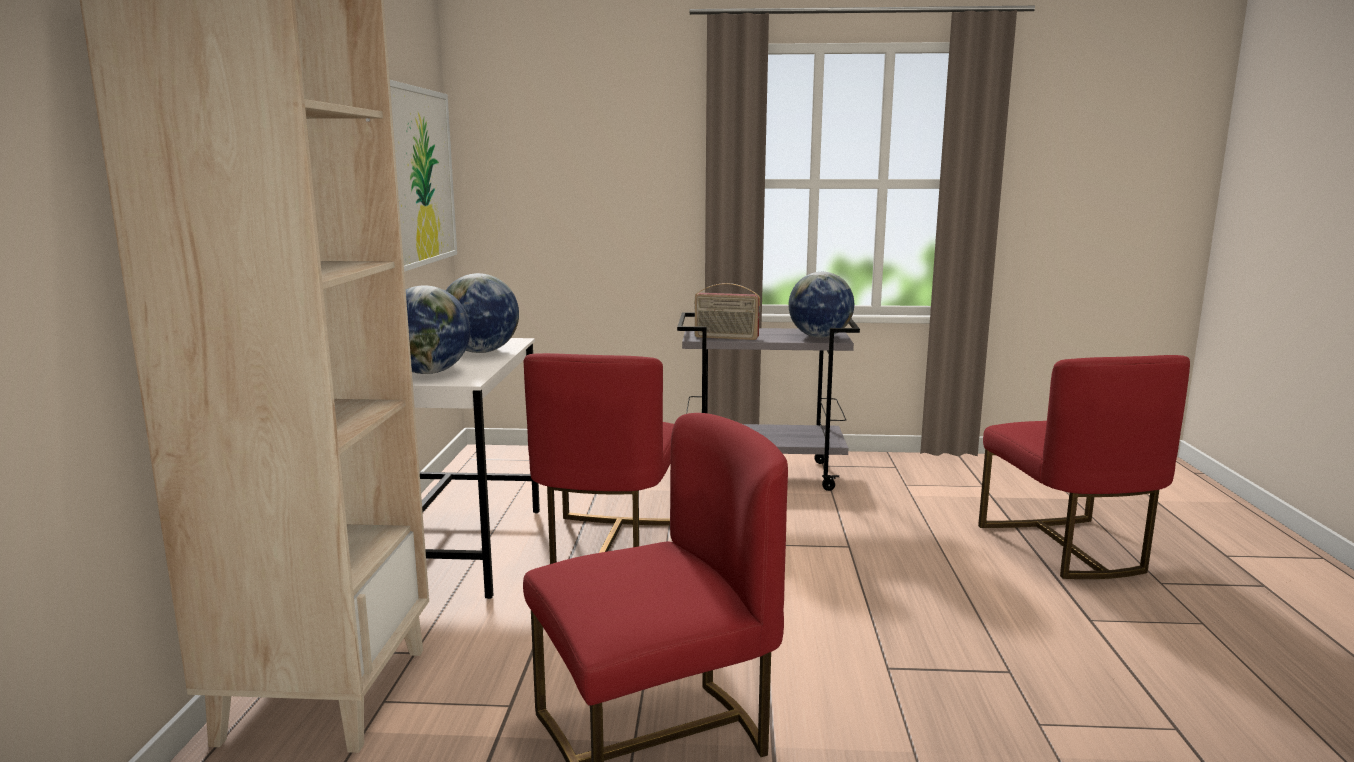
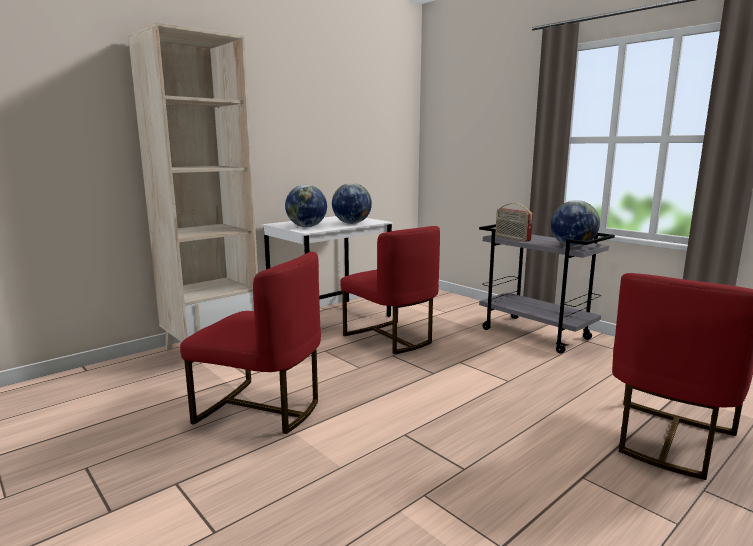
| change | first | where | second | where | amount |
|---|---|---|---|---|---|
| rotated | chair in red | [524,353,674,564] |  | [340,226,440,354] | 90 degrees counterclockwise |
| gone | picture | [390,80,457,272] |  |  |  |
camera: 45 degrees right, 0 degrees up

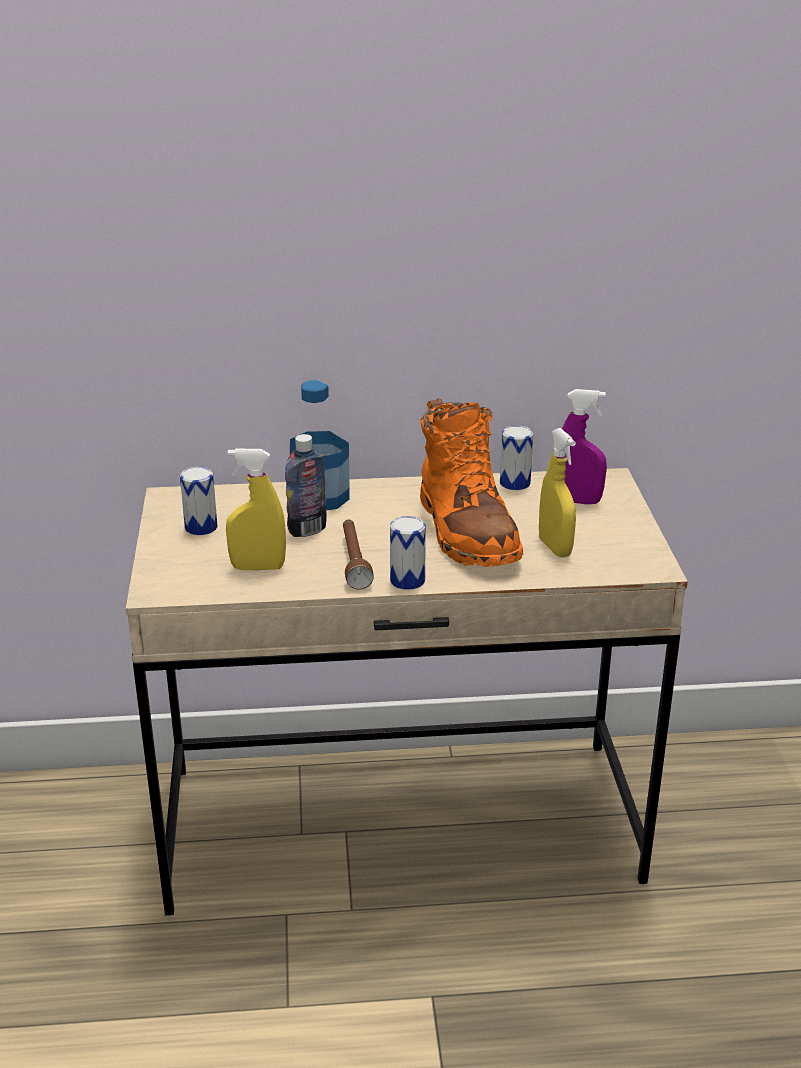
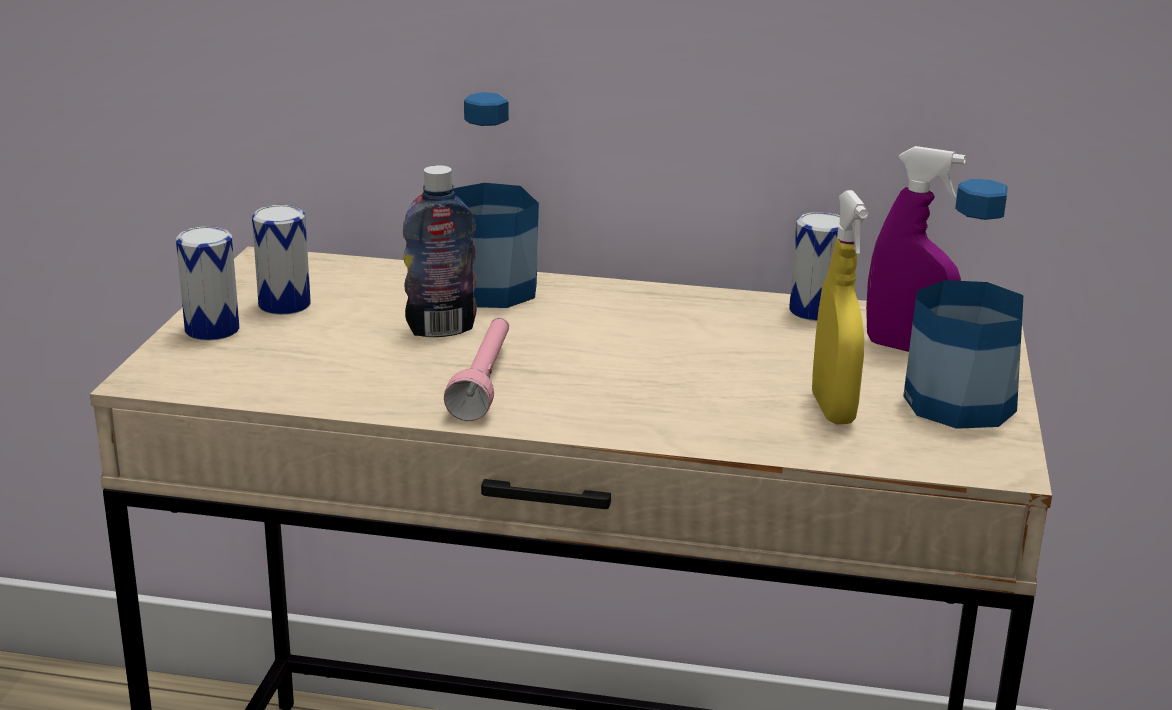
| change | first | where | second | where | amount |
|---|---|---|---|---|---|
| shifted | can | [390,516,426,590] |  | [176,226,239,341] |  |
| repainted | flashlight in brown | [343,520,374,589] | flashlight in pink | [444,317,509,421] |  |
| new |  |  | bottle | [903,179,1024,429] |  |
| gone | spray bottle in yellow | [226,449,286,570] |  |  |  |
| gone | boot in orange | [420,398,523,567] |  |  |  |
camera: 15 degrees right, 5 degrees down

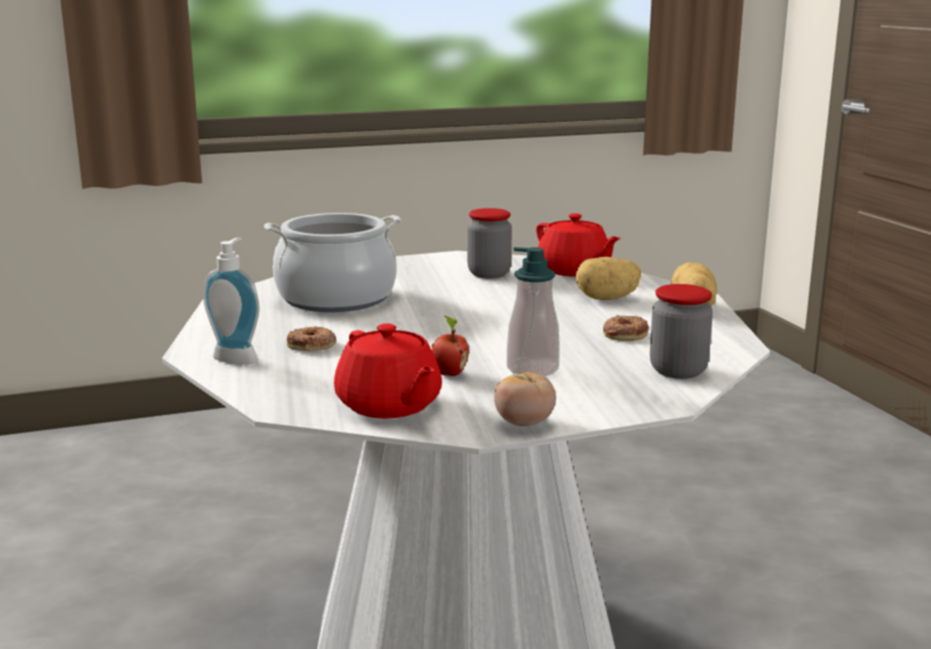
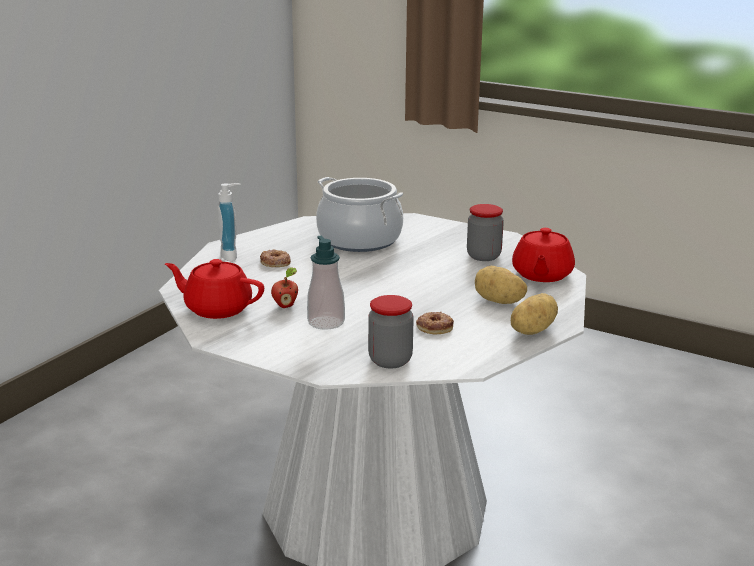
| change | first | where | second | where | amount |
|---|---|---|---|---|---|
| rotated | teapot in red | [334,324,442,419] |  | [165,259,264,319] | 90 degrees clockwise |
| gone | tomato | [494,372,556,426] |  |  |  |
camera: 50 degrees right, 5 degrees up

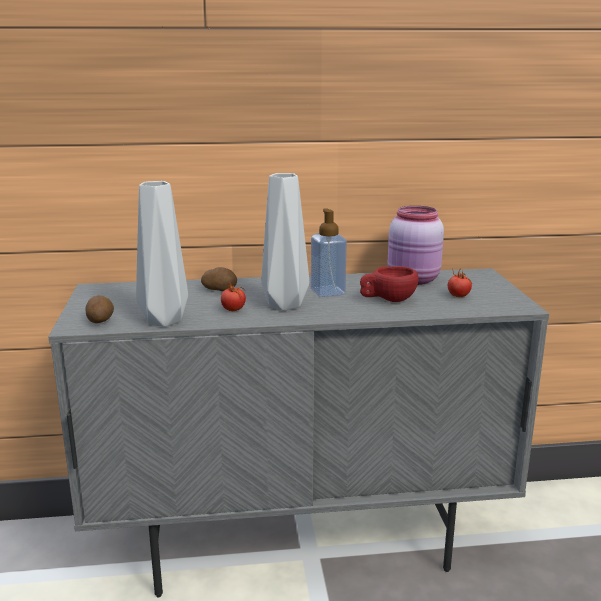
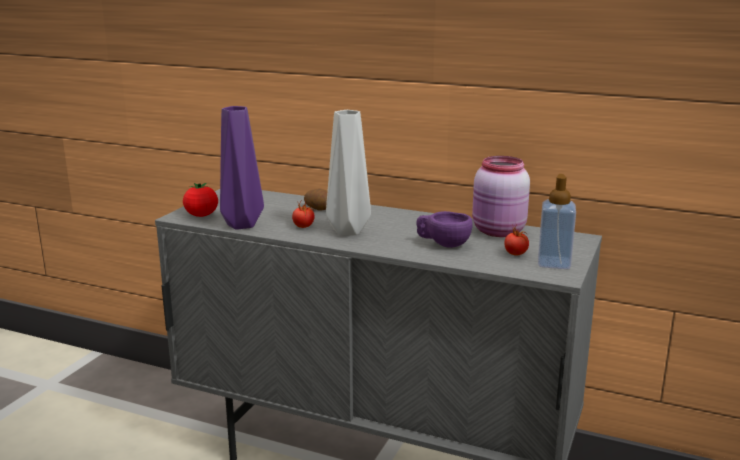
| change | first | where | second | where | amount |
|---|---|---|---|---|---|
| swapped | potato | [85,295,114,323] | tomato | [183,183,218,217] |  |
| repainted | vase in grey | [136,181,188,327] | vase in purple | [220,106,264,230] |  |
| repainted | cup in red | [360,266,419,302] | cup in purple | [416,211,473,248] |  |
| shifted | soap dispenser | [311,208,347,297] |  | [538,174,576,269] |  |
camera: 30 degrees right, 0 degrees up

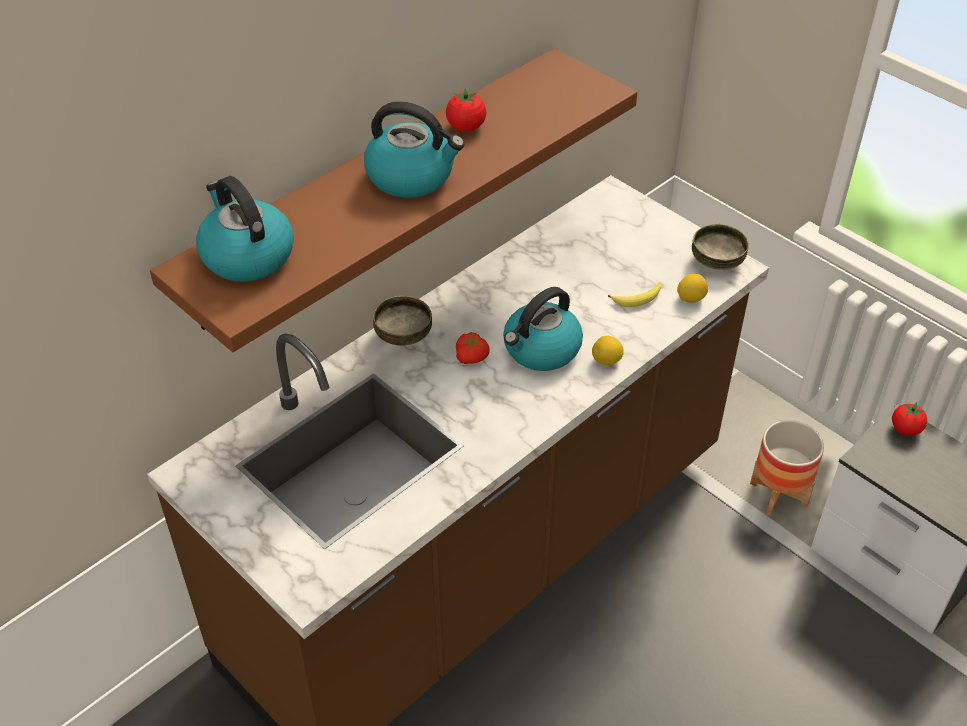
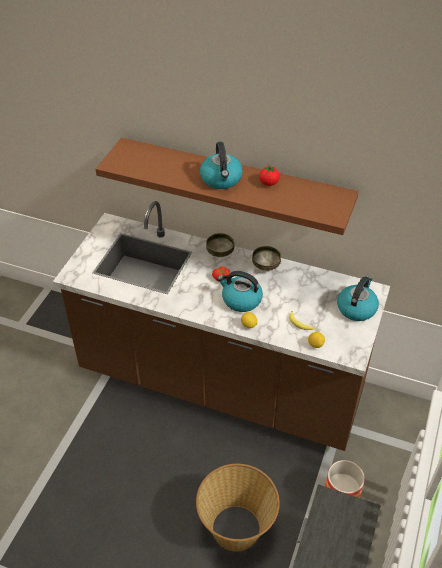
| change | first | where | second | where | amount |
|---|---|---|---|---|---|
| new |  |  | basket | [196,464,280,551] |  |
| shifted | bowl | [692,224,749,270] |  | [252,246,281,271] |  |
| shifted | kettle | [196,176,294,282] |  | [337,276,379,321] |  |
| gone | tomato | [892,402,927,436] |  |  |  |
camera: 65 degrees right, 0 degrees up

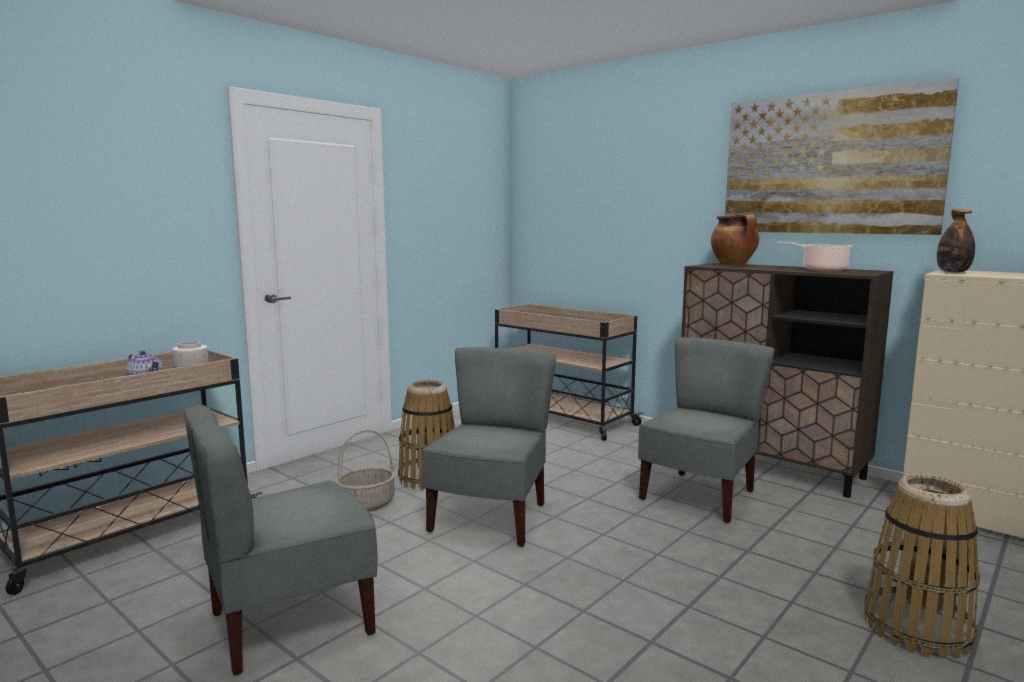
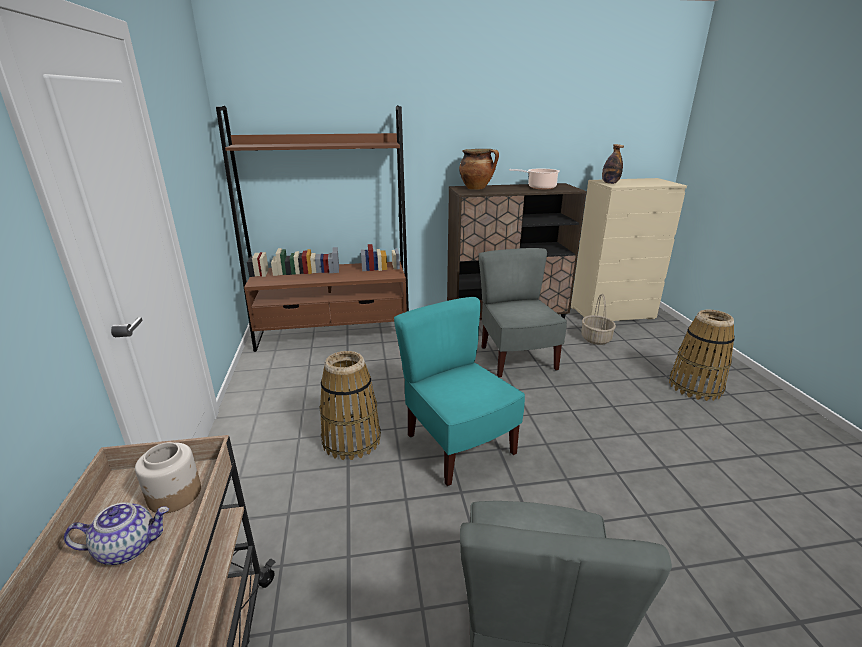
| change | first | where | second | where | amount |
|---|---|---|---|---|---|
| swapped | cart in beige | [495,304,644,441] | bookcase in brown | [216,105,409,352] |  |
| repainted | chair in grey | [422,347,557,547] | chair in turquoise | [394,297,525,486] |  |
| shifted | basket | [335,430,396,512] |  | [581,294,616,345] |  |
| gone | picture | [725,77,959,235] |  |  |  |
camera: 50 degrees left, 15 degrees up

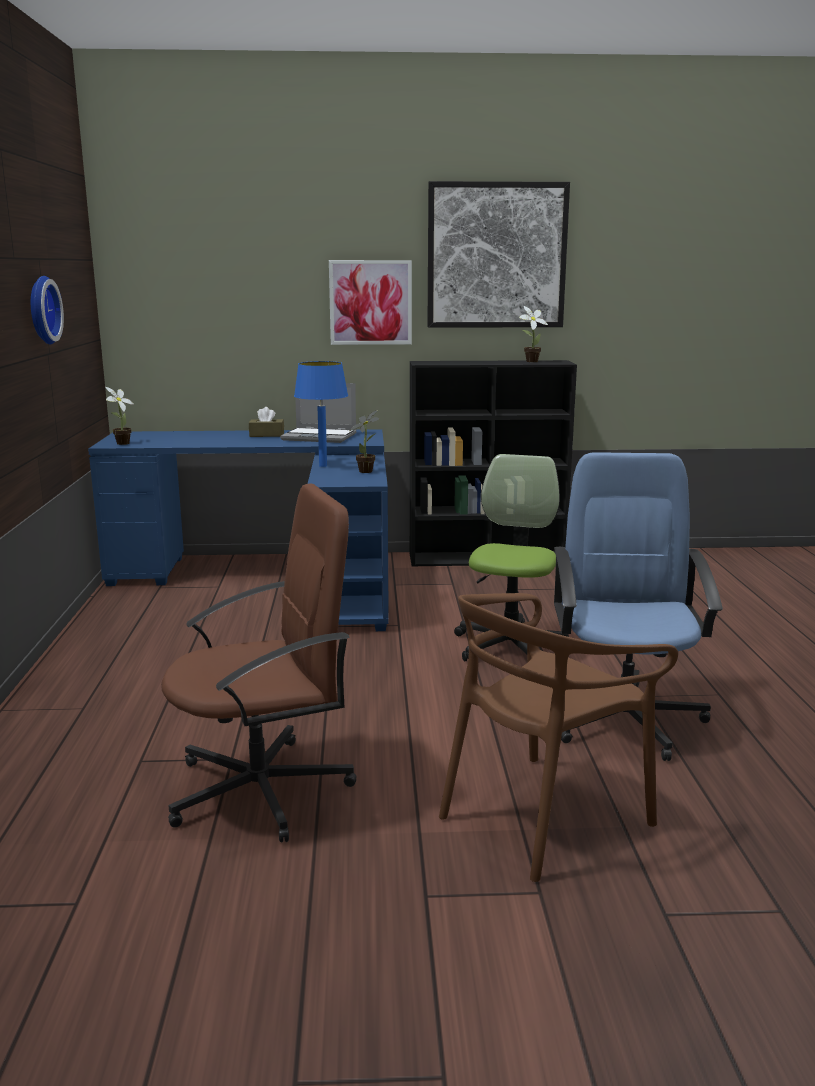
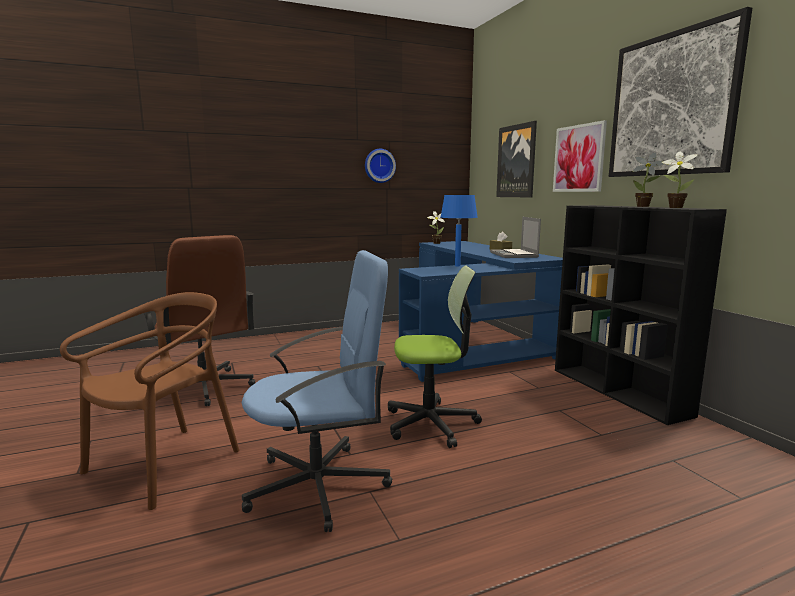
| change | first | where | second | where | amount |
|---|---|---|---|---|---|
| rotated | chair in brown | [439,593,678,882] |  | [60,292,239,510] | 90 degrees clockwise |
| new |  |  | picture | [496,121,537,198] |  |
| shifted | potted plant | [350,410,379,473] |  | [633,152,664,207] |  |
camera: 70 degrees right, 5 degrees down

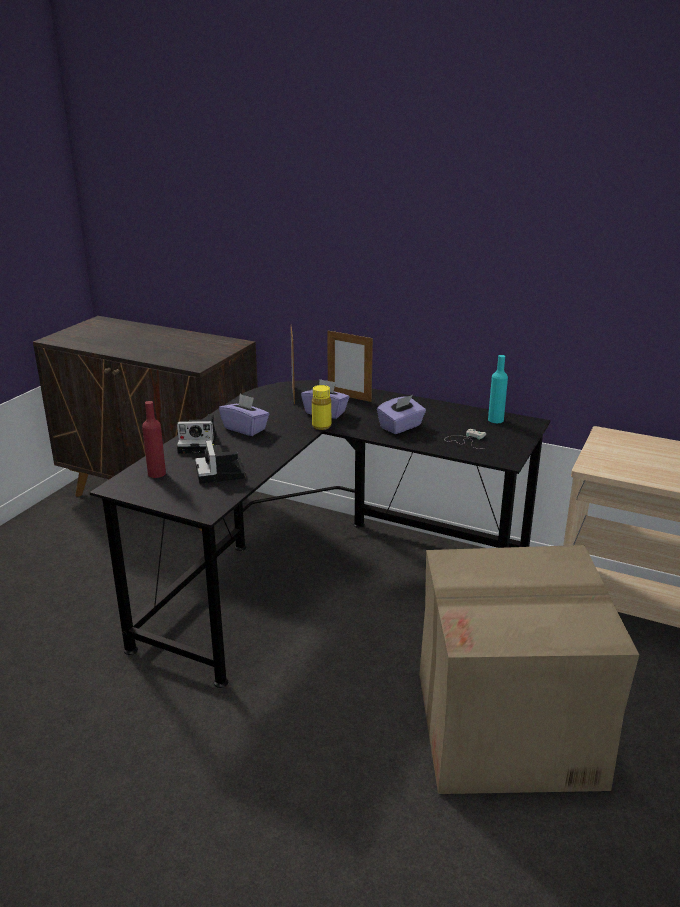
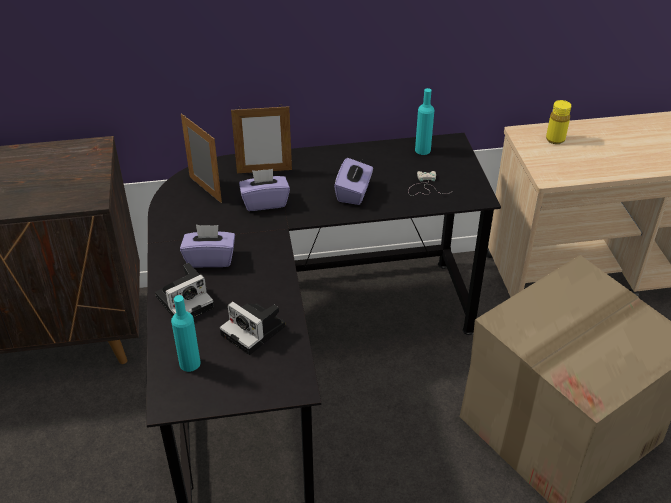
| change | first | where | second | where | amount |
|---|---|---|---|---|---|
| repainted | bottle in red | [142,401,166,478] | bottle in turquoise | [171,295,201,372] |  |
| shifted | bottle in yellow | [312,385,331,430] |  | [546,100,571,144] |  |
camera: 35 degrees left, 15 degrees up

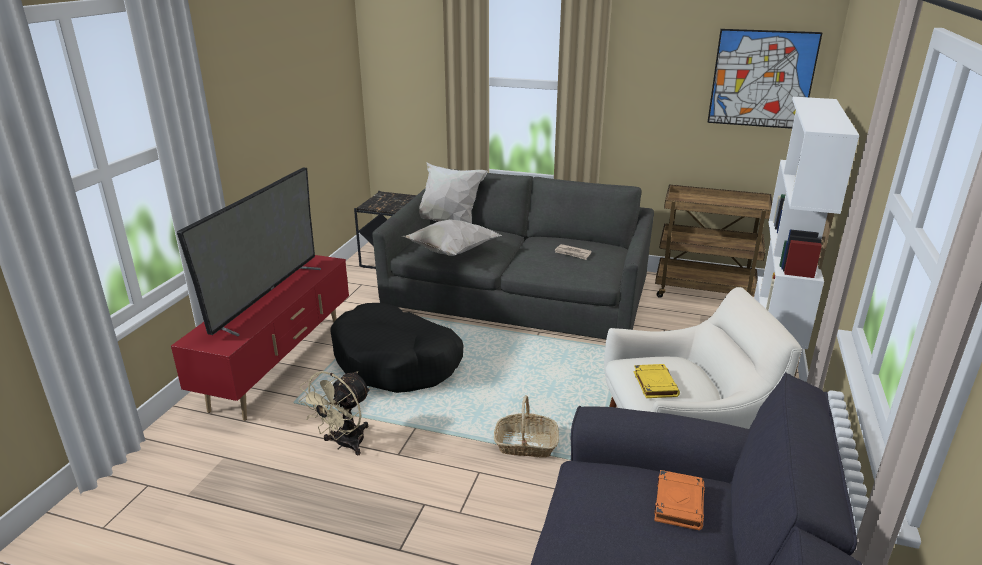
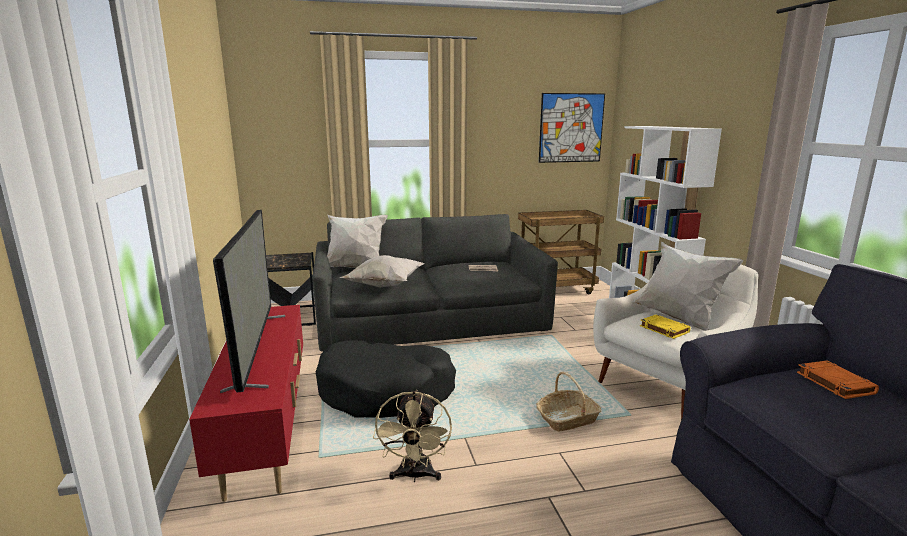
| change | first | where | second | where | amount |
|---|---|---|---|---|---|
| new |  |  | pillow in white | [631,242,744,331] |  |
camera: 30 degrees left, 10 degrees down

